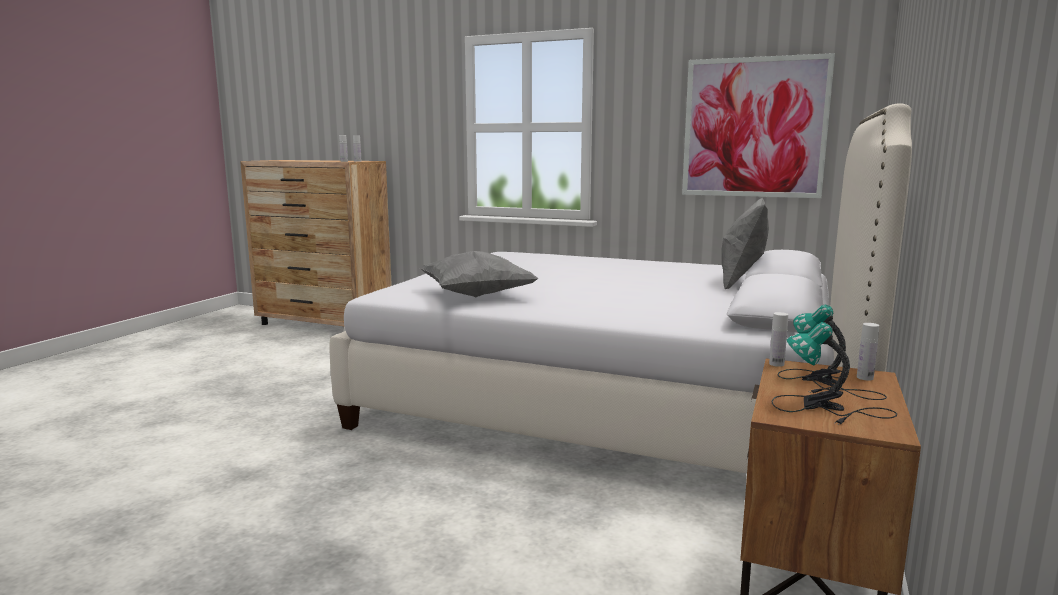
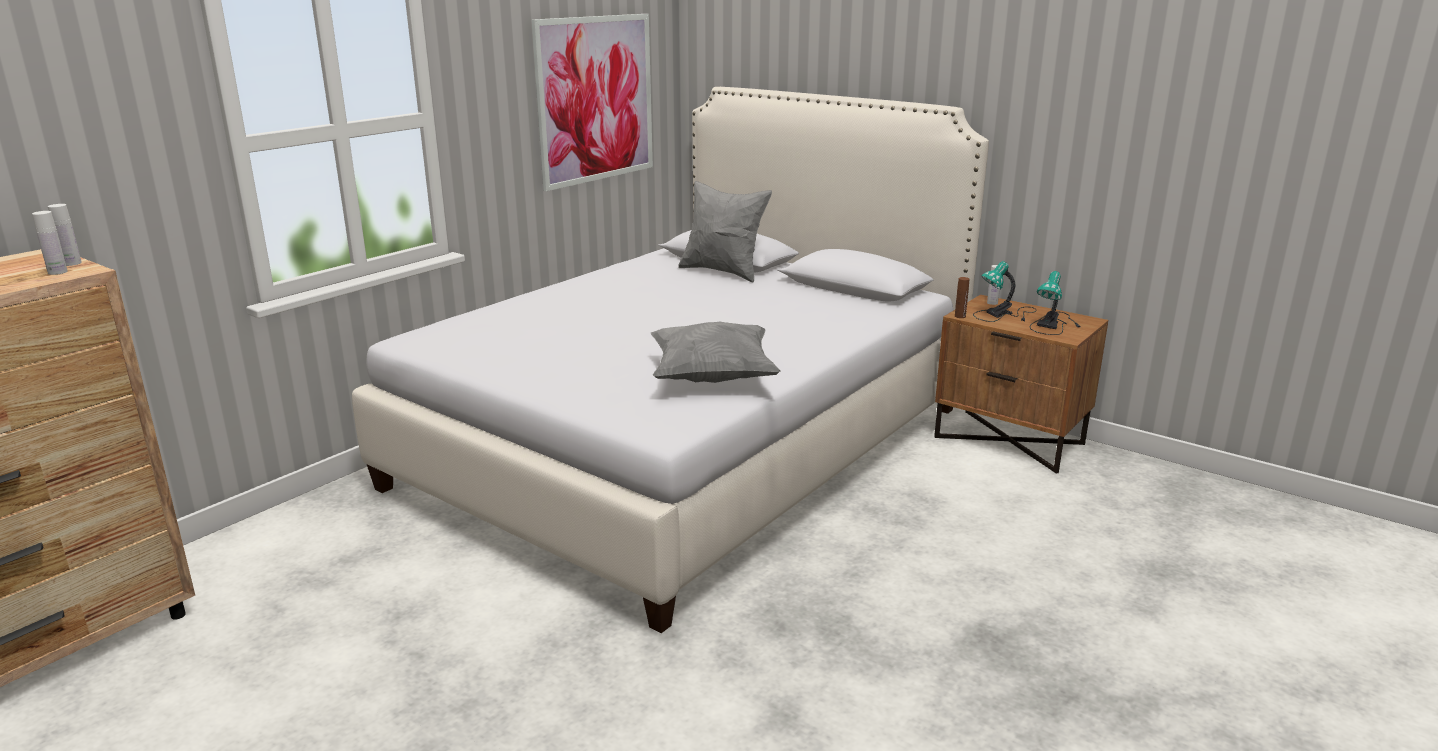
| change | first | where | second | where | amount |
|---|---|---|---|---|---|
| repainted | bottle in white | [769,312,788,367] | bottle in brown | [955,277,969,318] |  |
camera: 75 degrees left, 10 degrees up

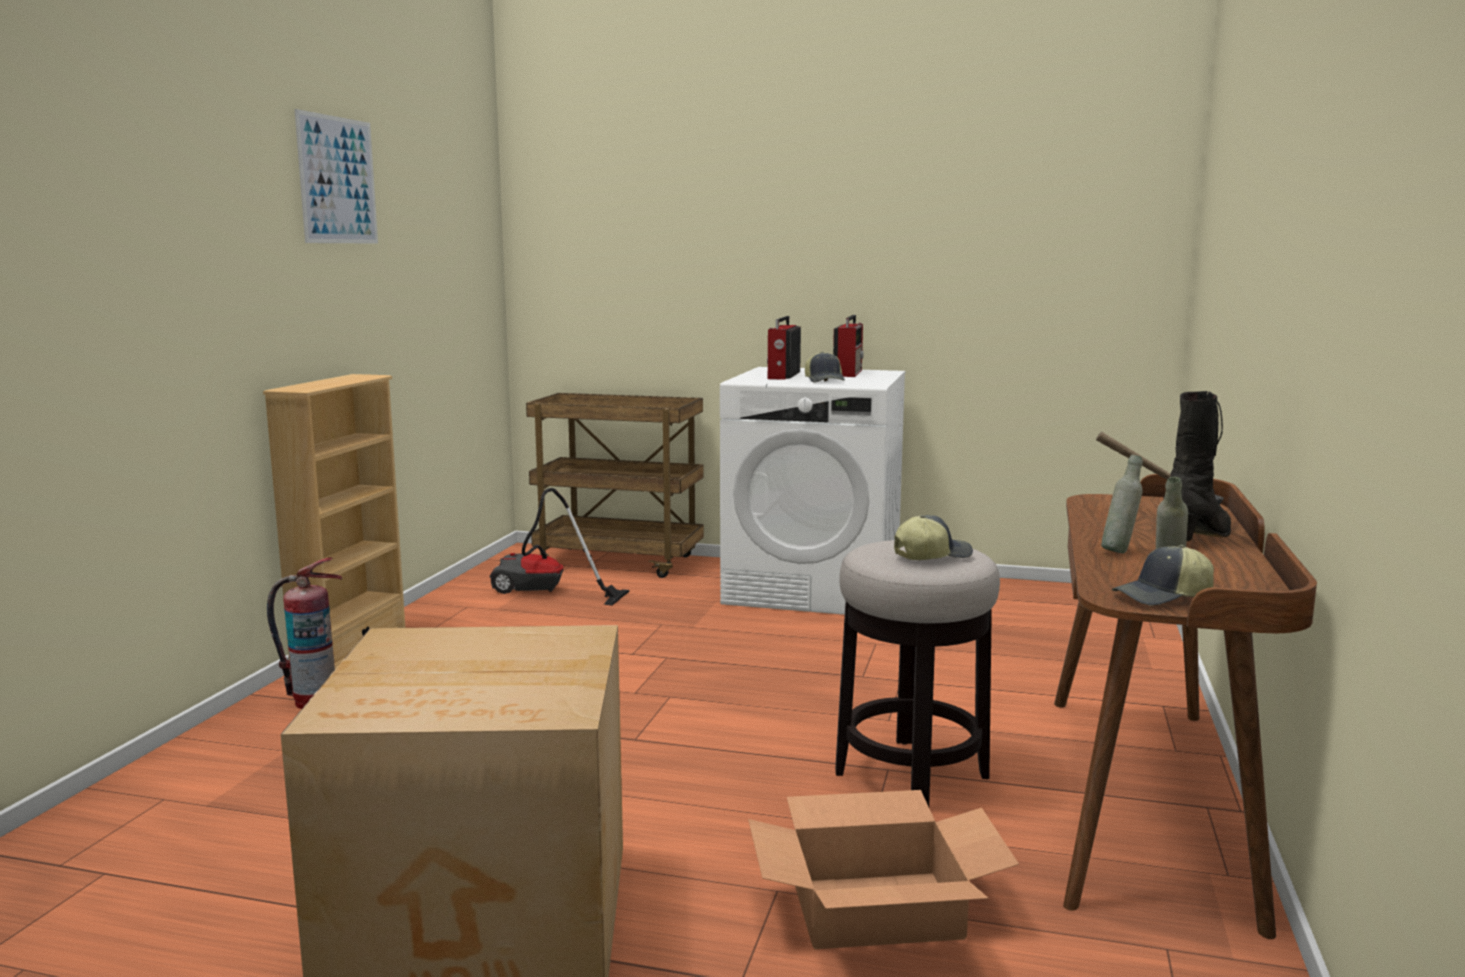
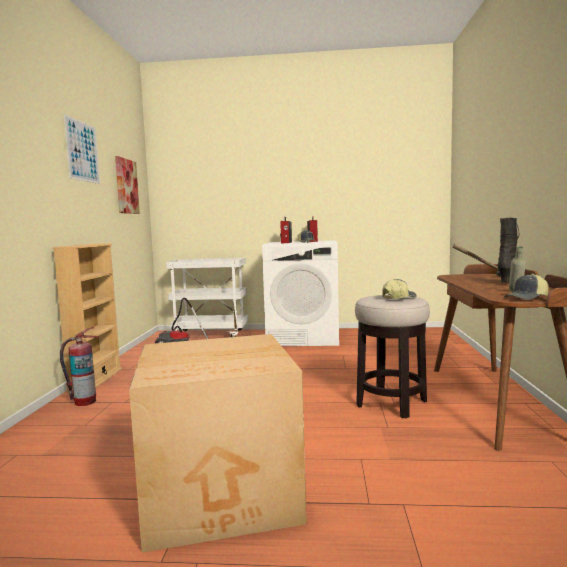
| change | first | where | second | where | amount |
|---|---|---|---|---|---|
| new |  |  | picture | [115,156,140,214] |  |
| repainted | cart in brown | [526,393,704,578] | cart in white | [166,258,248,337] |  |
| gone | cardboard box | [748,790,1019,949] |  |  |  |
| gone | bottle in grey | [1101,455,1143,553] |  |  |  |
camera: 10 degrees left, 5 degrees down

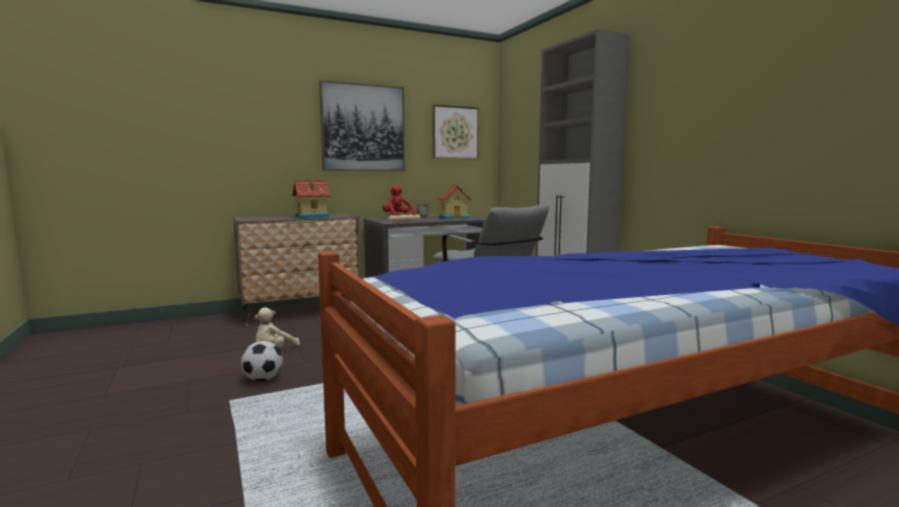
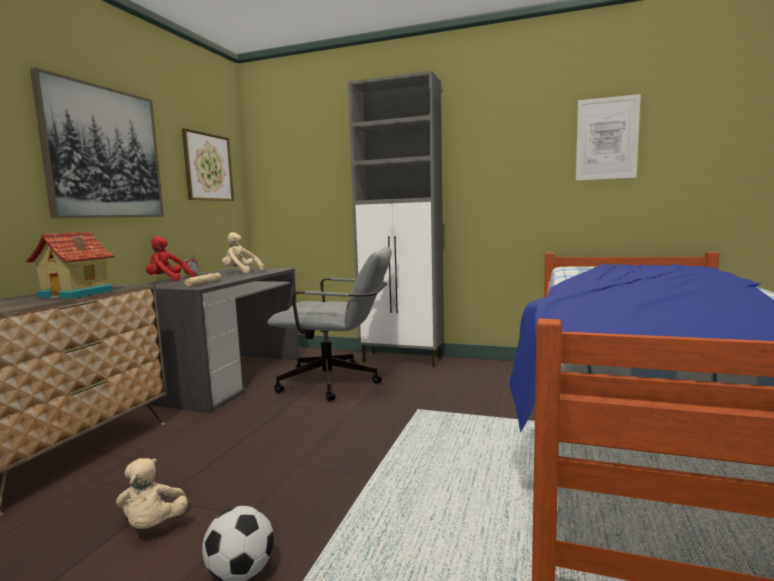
| change | first | where | second | where | amount |
|---|---|---|---|---|---|
| swapped | toy house | [437,185,472,219] | plush toy in beige | [222,232,264,273] |  |
| new |  |  | picture | [576,94,641,181] |  |
camera: 45 degrees left, 0 degrees up

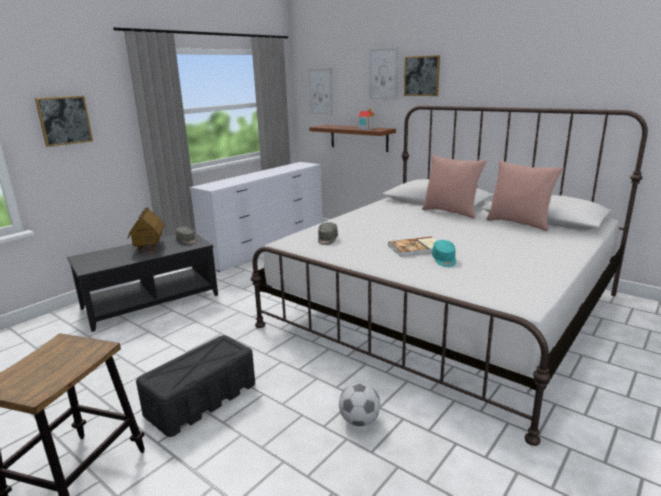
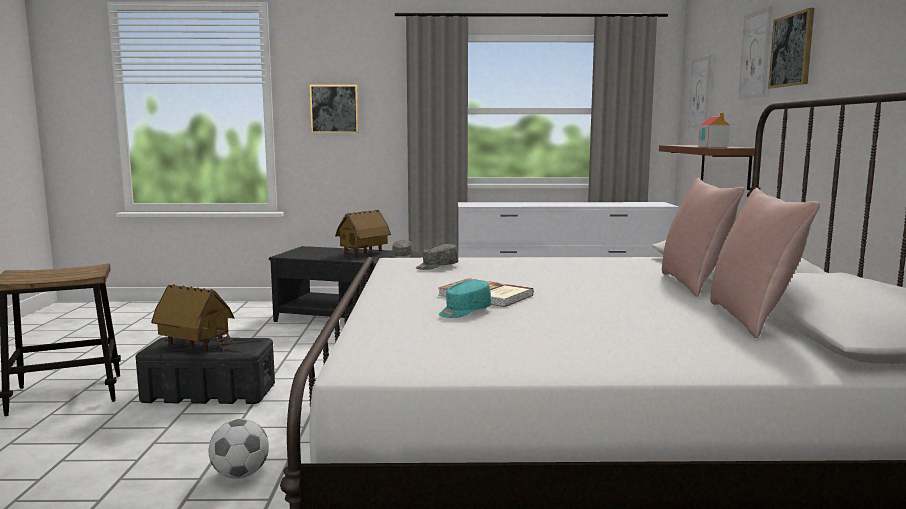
| change | first | where | second | where | amount |
|---|---|---|---|---|---|
| new |  |  | toy house | [151,284,236,351] |  |
camera: 50 degrees right, 10 degrees down

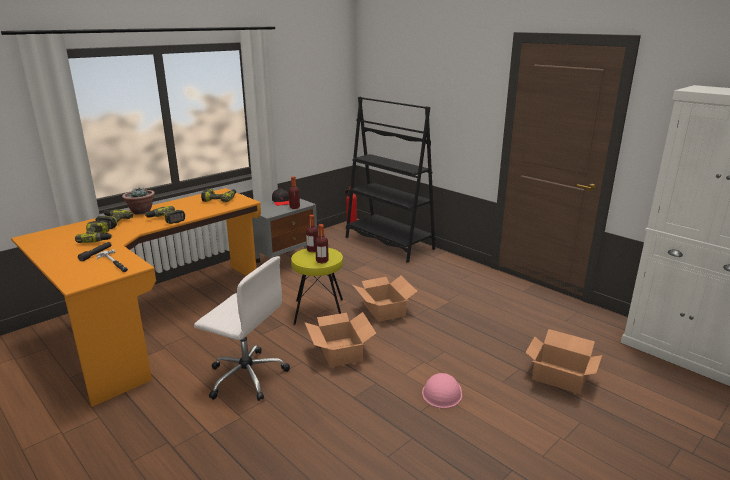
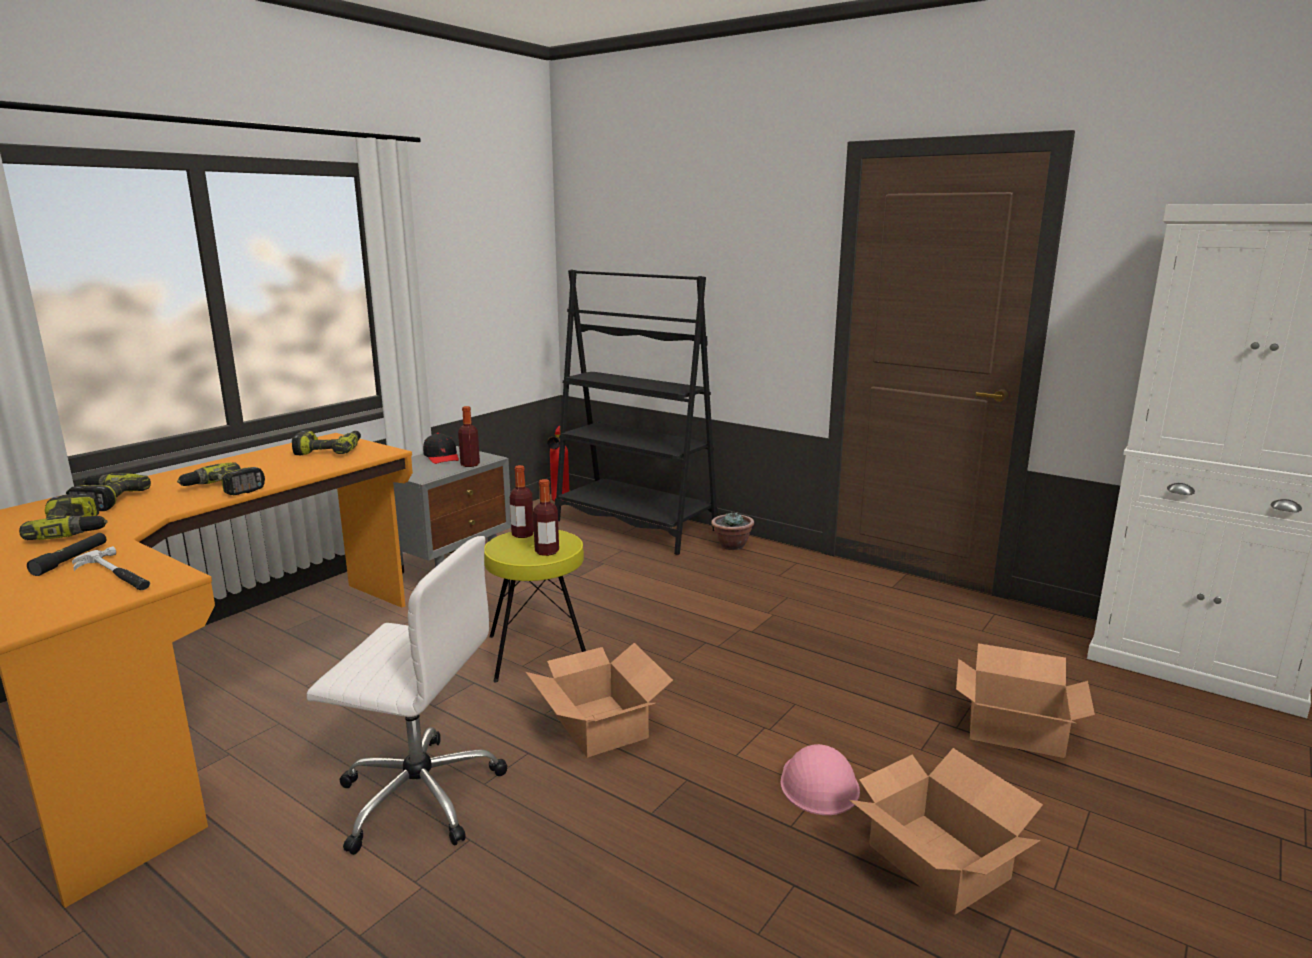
| change | first | where | second | where | amount |
|---|---|---|---|---|---|
| shifted | potted plant | [122,187,155,215] |  | [711,511,754,550] |  |
| shifted | cardboard box | [353,276,417,322] |  | [849,748,1043,914] |  |
camera: 10 degrees left, 5 degrees down

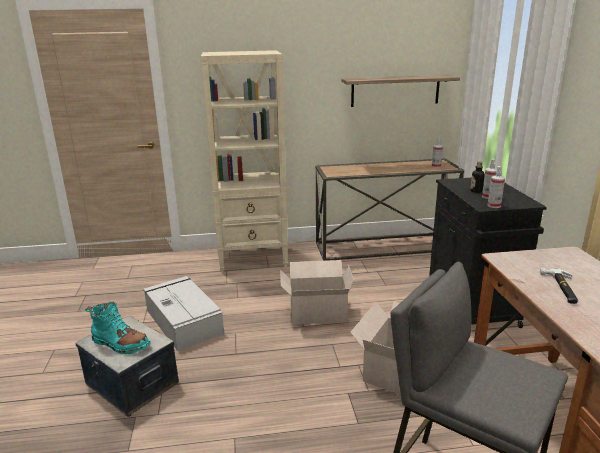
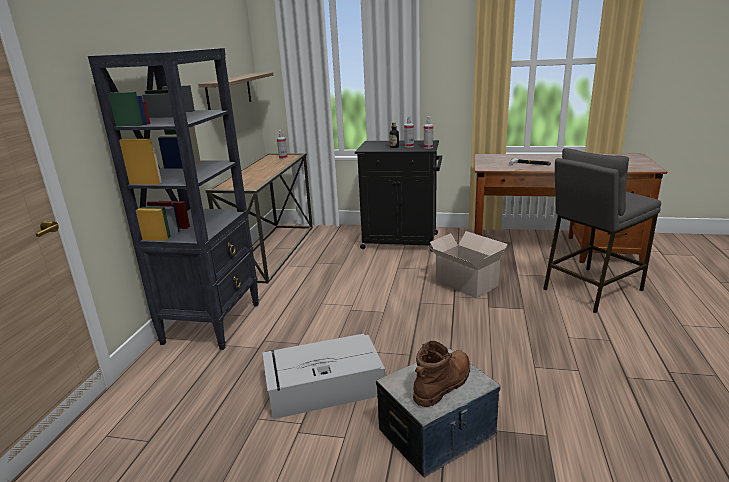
| change | first | where | second | where | amount |
|---|---|---|---|---|---|
| repainted | bookcase in beige | [201,50,288,272] | bookcase in black | [88,48,259,350] |  |
| repainted | boot in turquoise | [86,301,151,354] | boot in brown | [413,341,470,407] |  |
| gone | cardboard box | [280,260,354,324] |  |  |  |
camera: 70 degrees left, 0 degrees up

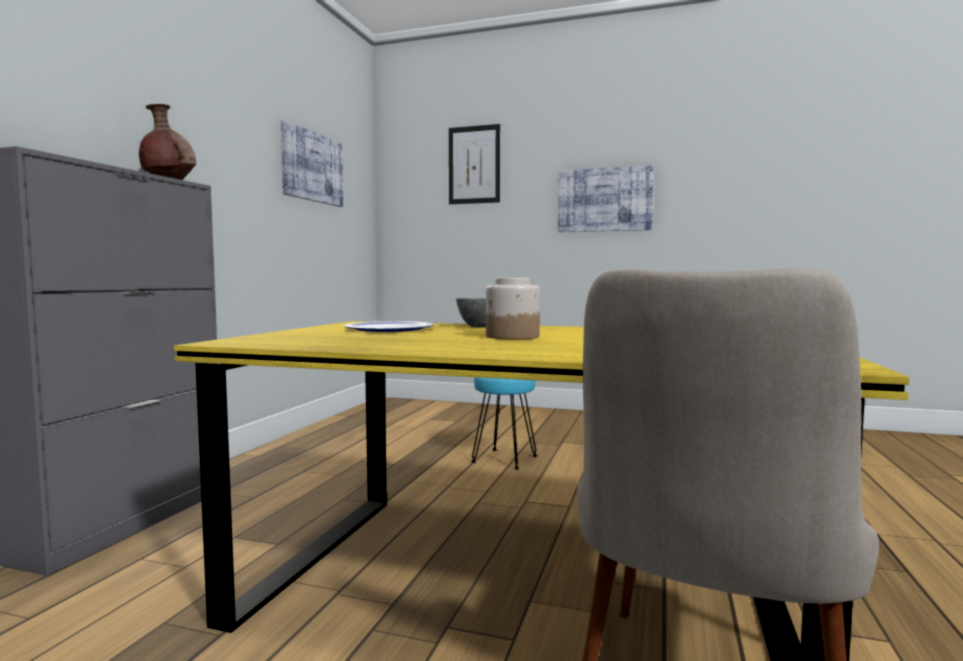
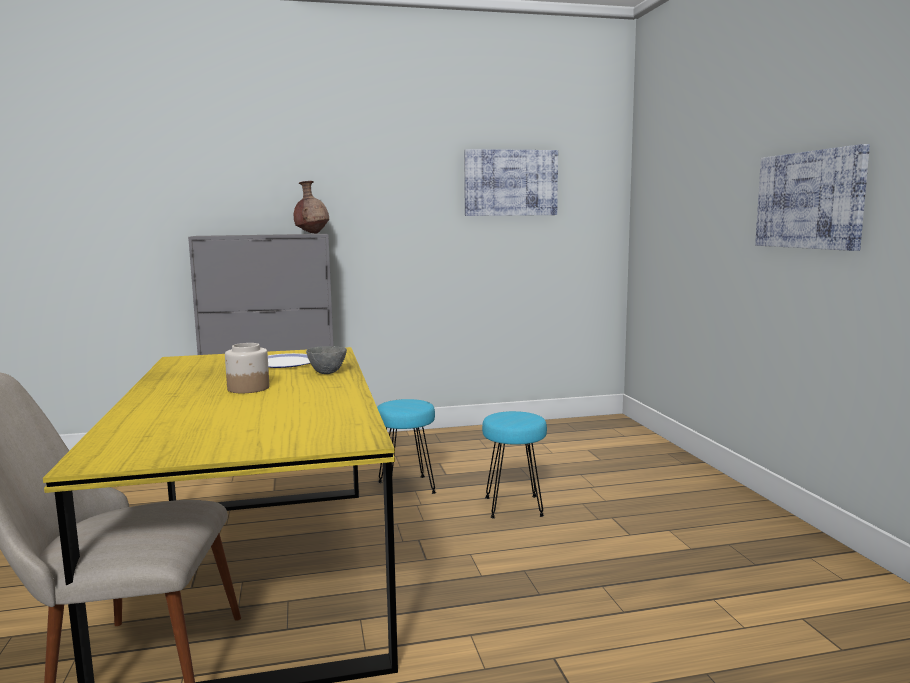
| change | first | where | second | where | amount |
|---|---|---|---|---|---|
| new |  |  | stool in turquoise | [377,399,436,494] |  |
| gone | picture | [449,124,500,204] |  |  |  |
camera: 60 degrees right, 5 degrees up

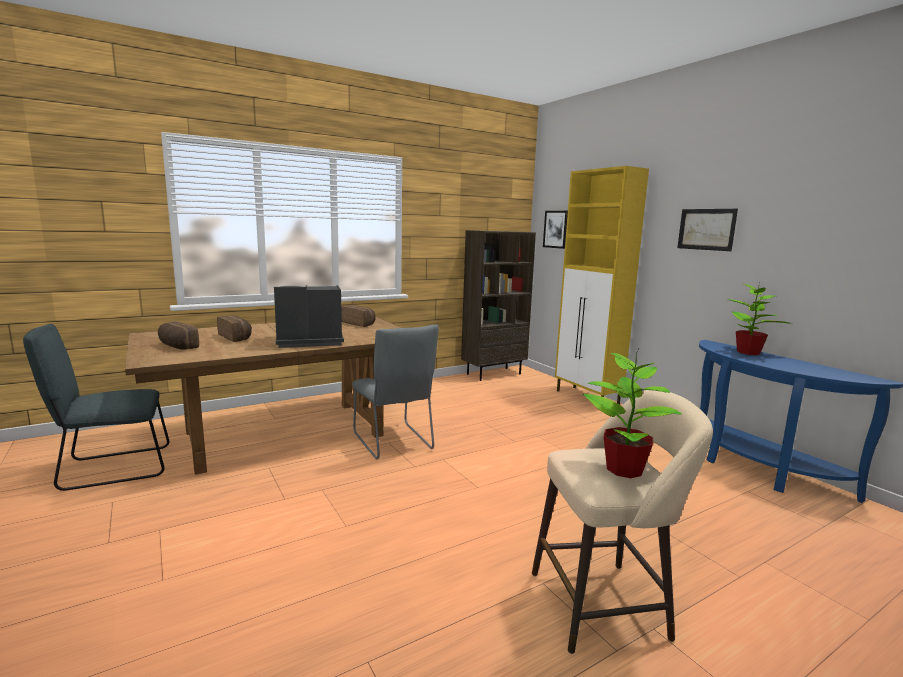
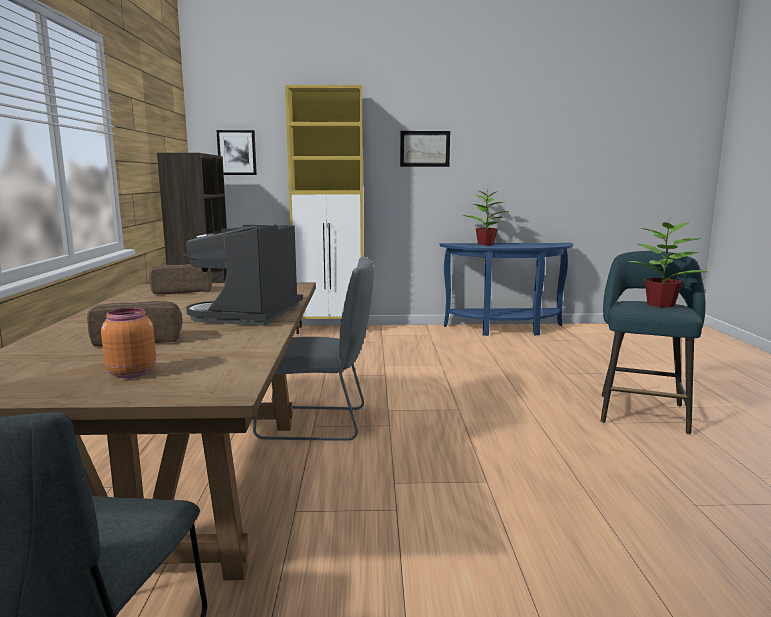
| change | first | where | second | where | amount |
|---|---|---|---|---|---|
| swapped | bread | [158,321,199,350] | jar in orange | [101,308,156,378] |  |
| repainted | stool in beige | [532,390,713,654] | stool in turquoise | [601,251,706,435] |  |
camera: 60 degrees left, 0 degrees up

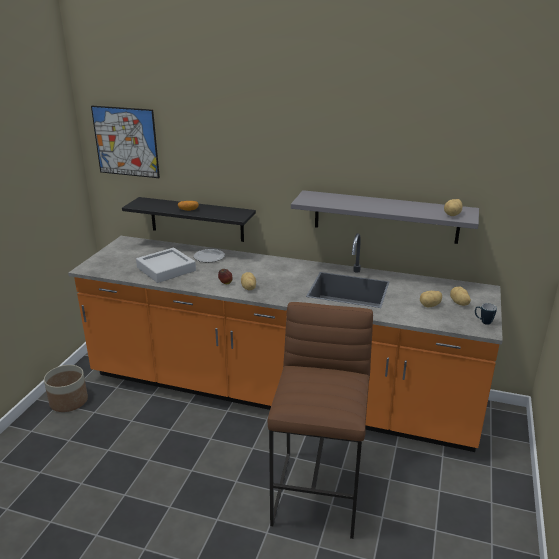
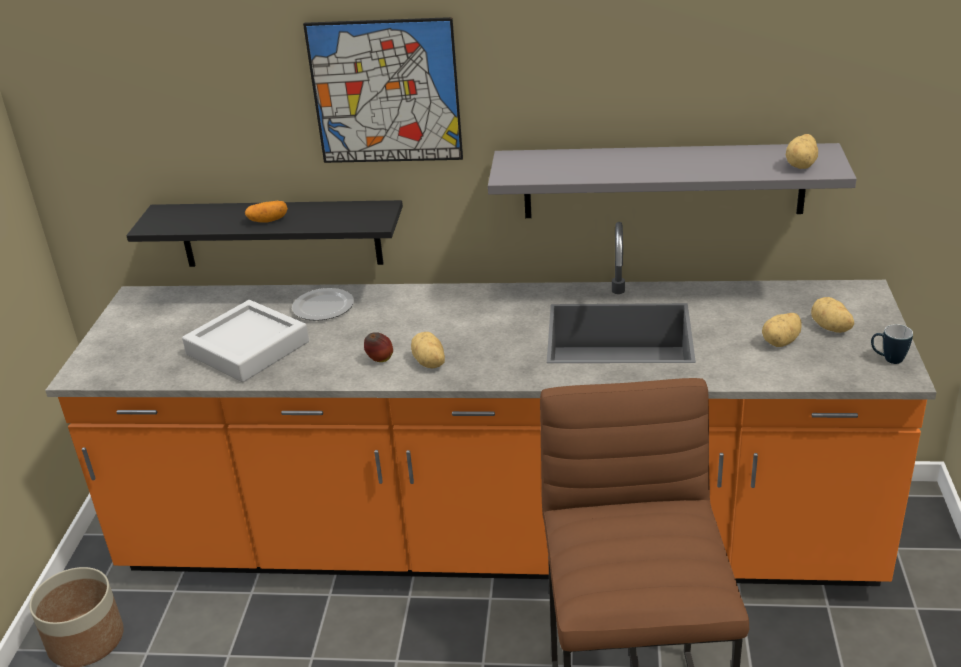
| change | first | where | second | where | amount |
|---|---|---|---|---|---|
| shifted | picture | [91,106,160,178] |  | [303,17,463,163] |  |
camera: 10 degrees left, 5 degrees up

